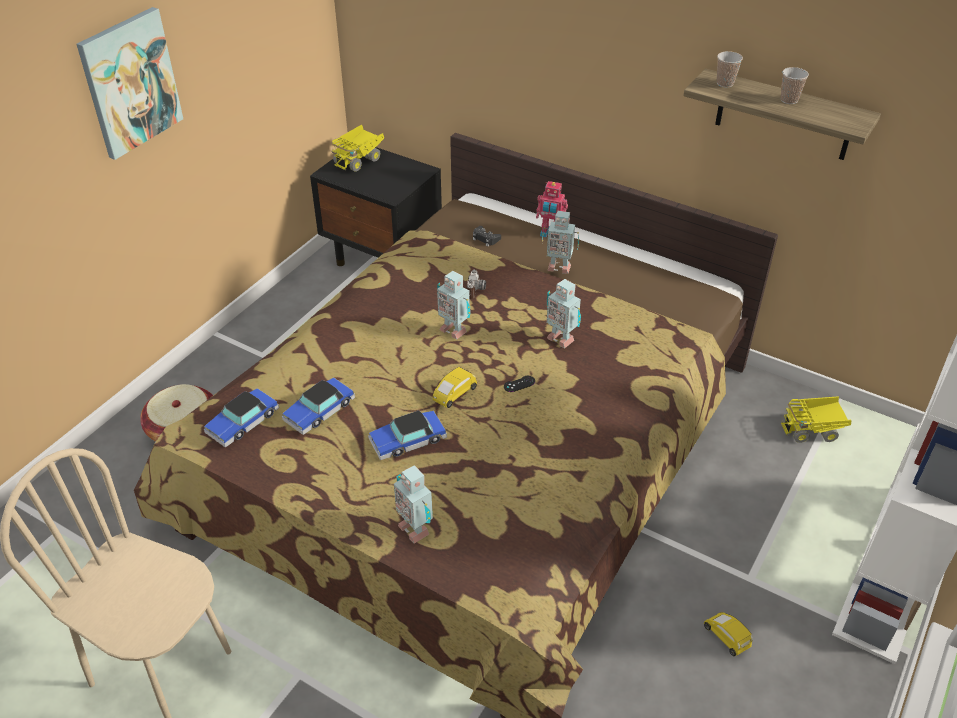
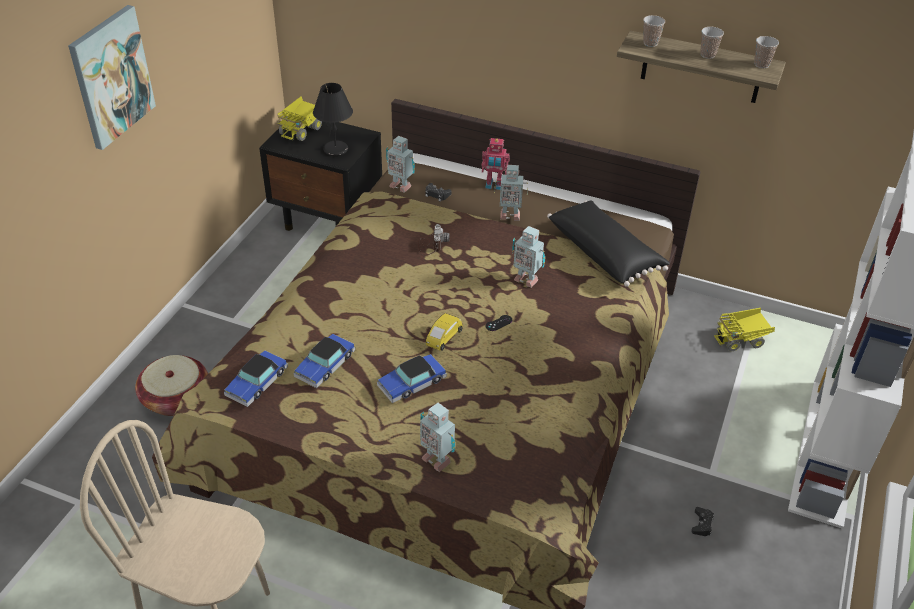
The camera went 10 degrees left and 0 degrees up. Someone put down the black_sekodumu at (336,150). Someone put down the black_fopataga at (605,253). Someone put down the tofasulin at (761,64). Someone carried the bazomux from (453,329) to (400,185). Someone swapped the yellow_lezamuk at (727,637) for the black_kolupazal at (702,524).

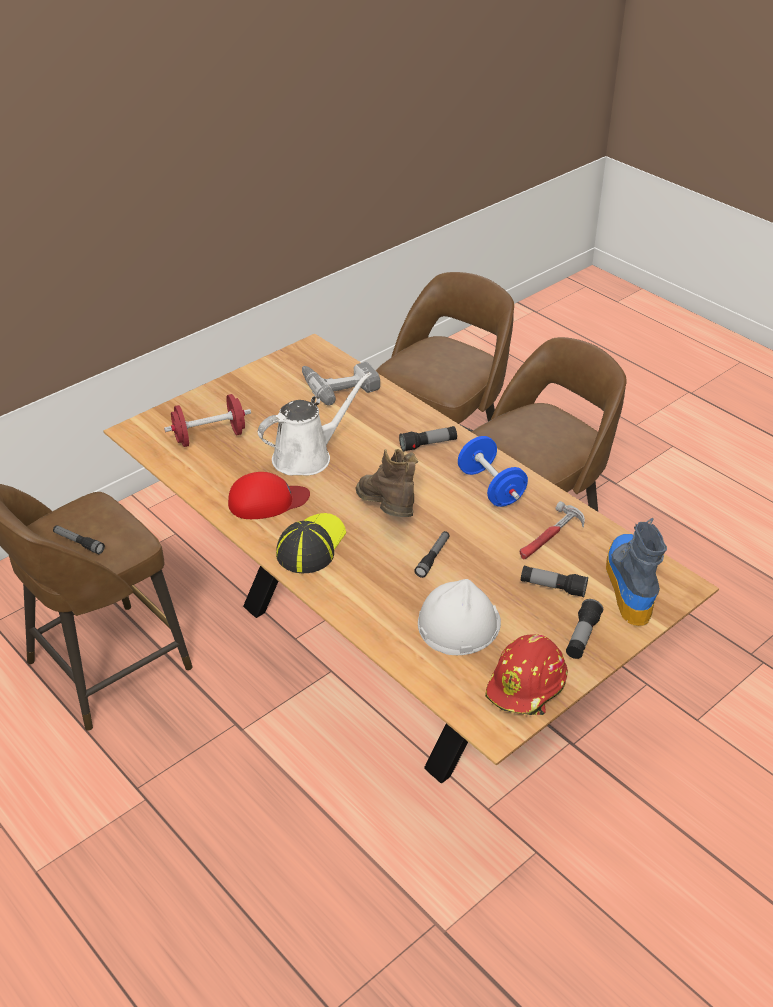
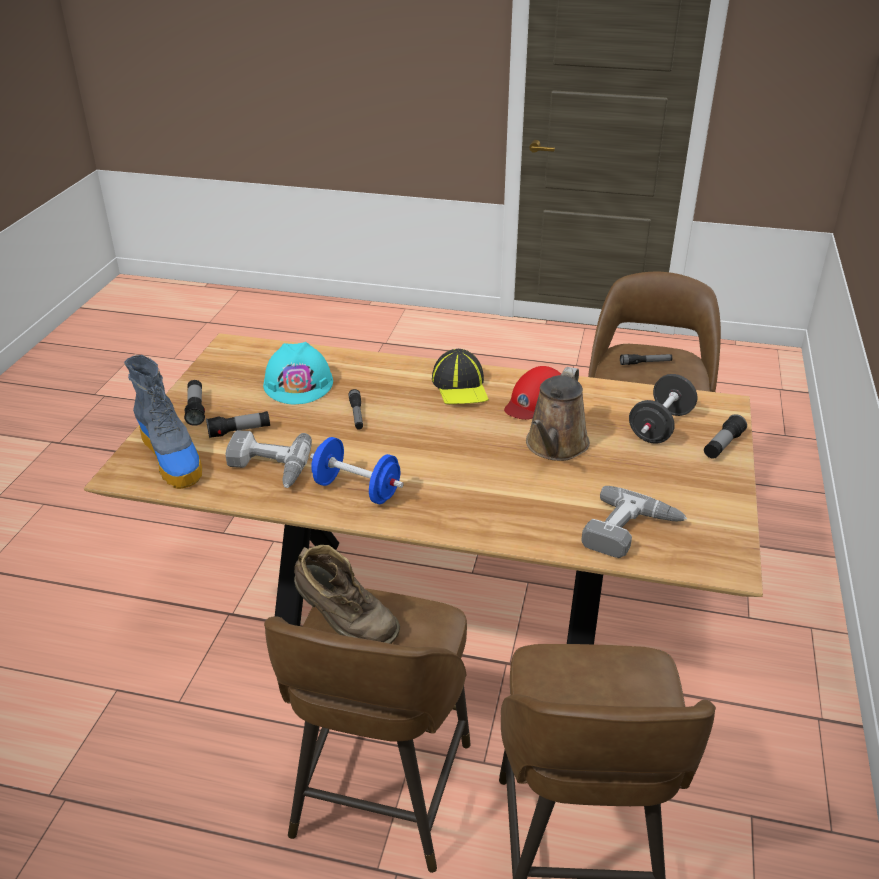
The camera went 145 degrees right and 5 degrees down. Someone took away the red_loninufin at (527,686). Someone carried the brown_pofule from (388,513) to (345,624). Someone carried the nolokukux from (428,445) to (722,445). Someone swapped the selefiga at (549,537) for the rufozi at (267,468). Someone repainted the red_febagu at (210,437), which became the black_febagu at (660,427). Someone repainted the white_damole at (307,456), which became the brown_damole at (555,446). Someone repainted the white_loninufin at (458,623), which became the turquoise_loninufin at (298,383).

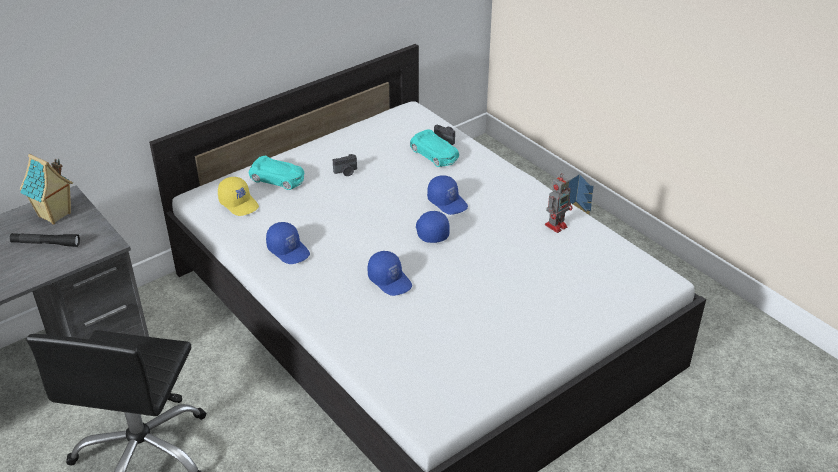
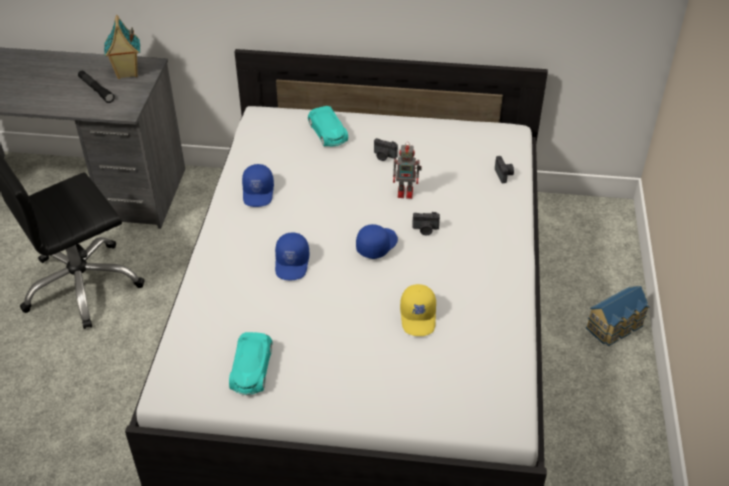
The camera went 45 degrees right and 5 degrees up. Someone carried the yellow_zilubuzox from (239,203) to (419,317). Someone carried the turquoise_lezamuk from (434,155) to (251,369). Someone carried the bazomux from (556,225) to (406,192). Someone swapped the blue_zilubuzox at (448,202) for the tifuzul at (425,229).

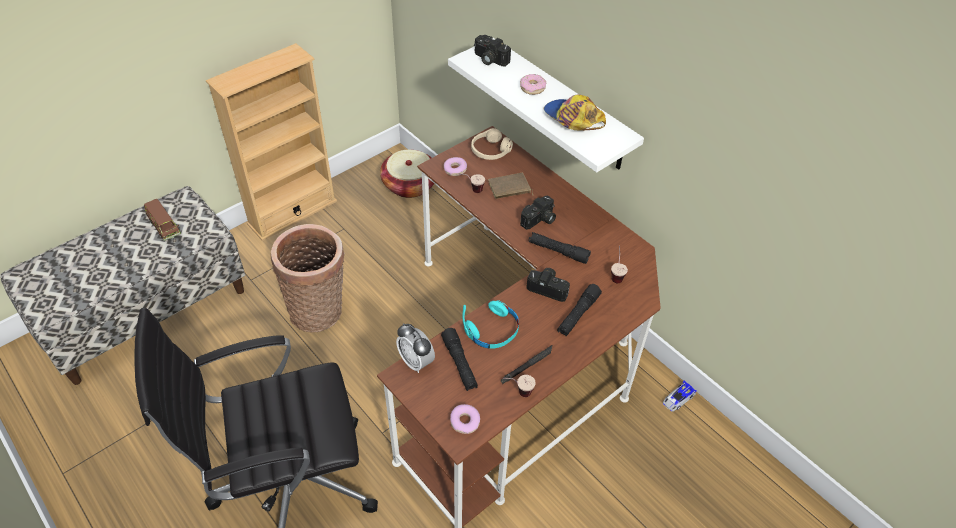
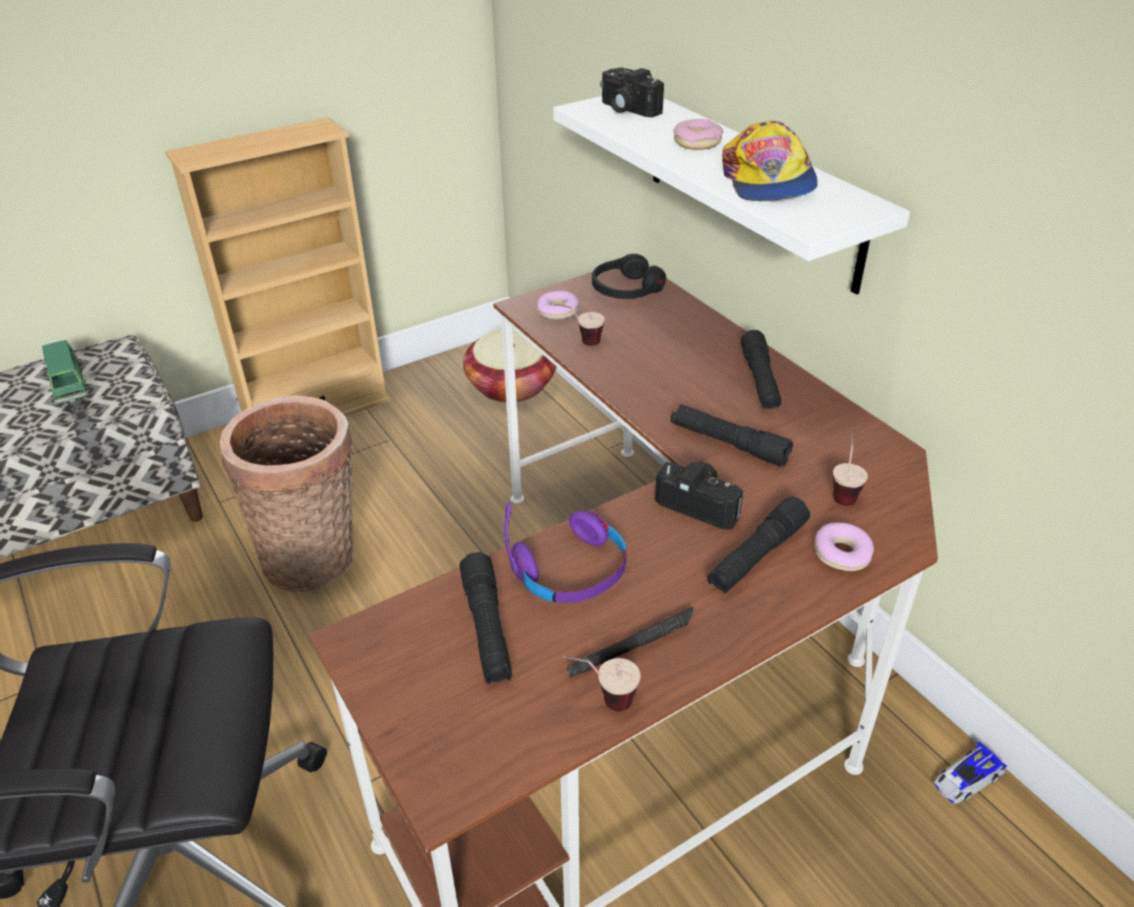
The camera went 10 degrees right and 10 degrees down. Someone took away the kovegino at (416,361). Someone took away the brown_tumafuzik at (509,189). Someone took away the tifuzul at (539,220). Someone put down the black_nolokukux at (760,380). Someone carried the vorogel from (465,422) to (841,554). Someone repainted the brown_lezamuk at (164,227), which became the green_lezamuk at (69,386). Someone repainted the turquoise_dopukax at (493,330), which became the purple_dopukax at (572,571). Someone repainted the beige_dopukax at (490,150), which became the black_dopukax at (626,289). Someone rotated the zilubuzox at (572,118) by 150 degrees counterclockwise.

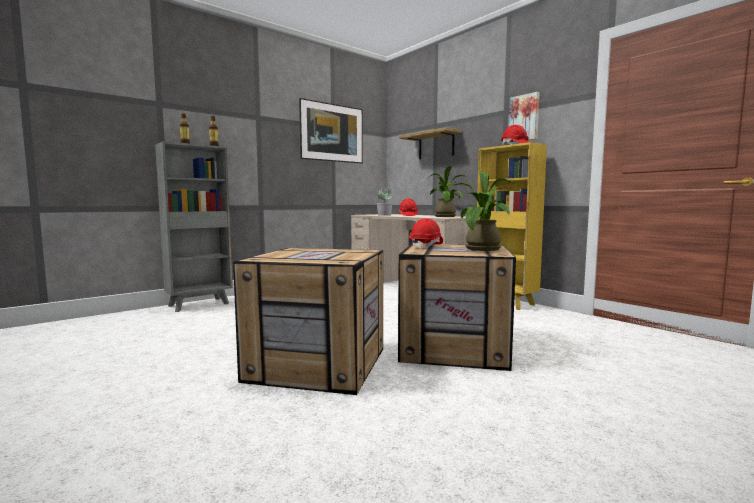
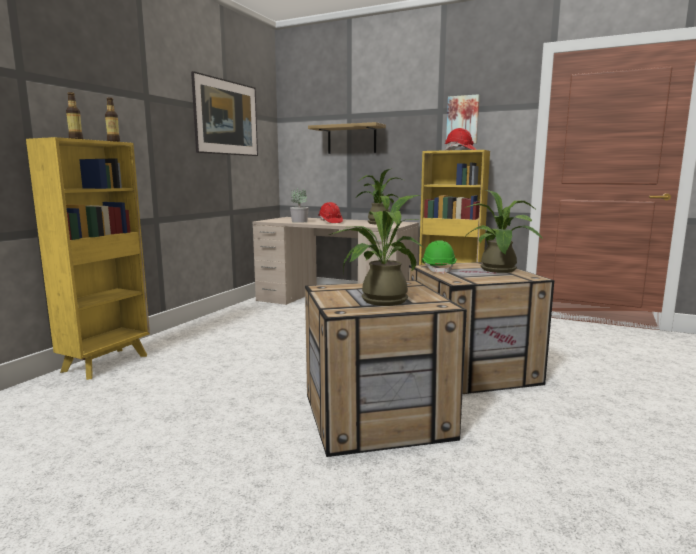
The camera went 25 degrees left and 5 degrees up. Someone put down the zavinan at (378,301). Someone repainted the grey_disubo at (200,304), which became the yellow_disubo at (107,363). Someone repainted the red_loninufin at (426,246), which became the green_loninufin at (438,269).

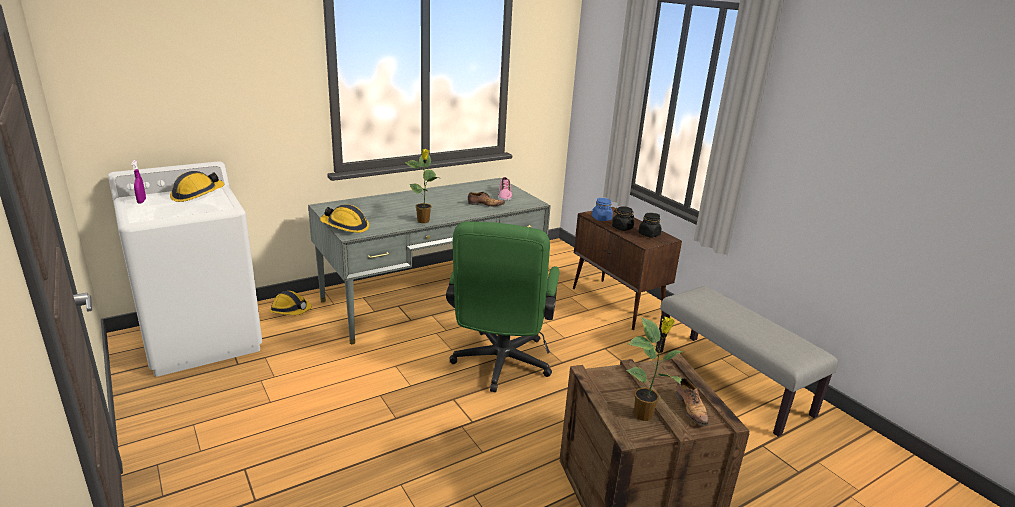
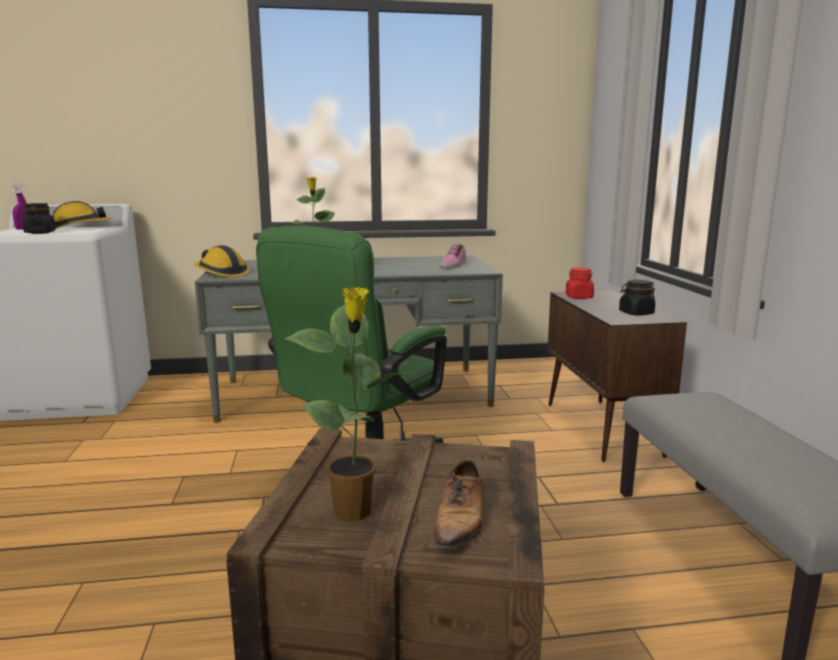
The camera went 25 degrees right and 10 degrees down. Someone took away the loninufin at (291,311). Someone took away the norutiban at (485,205). Someone carried the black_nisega from (622,228) to (40,233). Someone repainted the blue_nisega at (601,218), which became the red_nisega at (579,297).

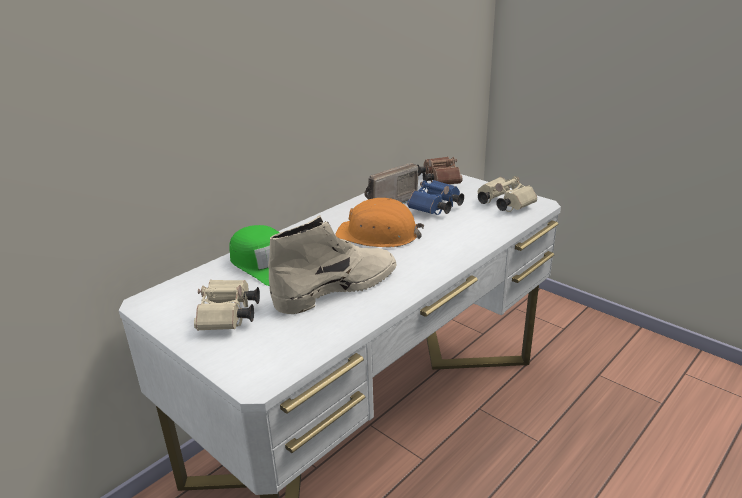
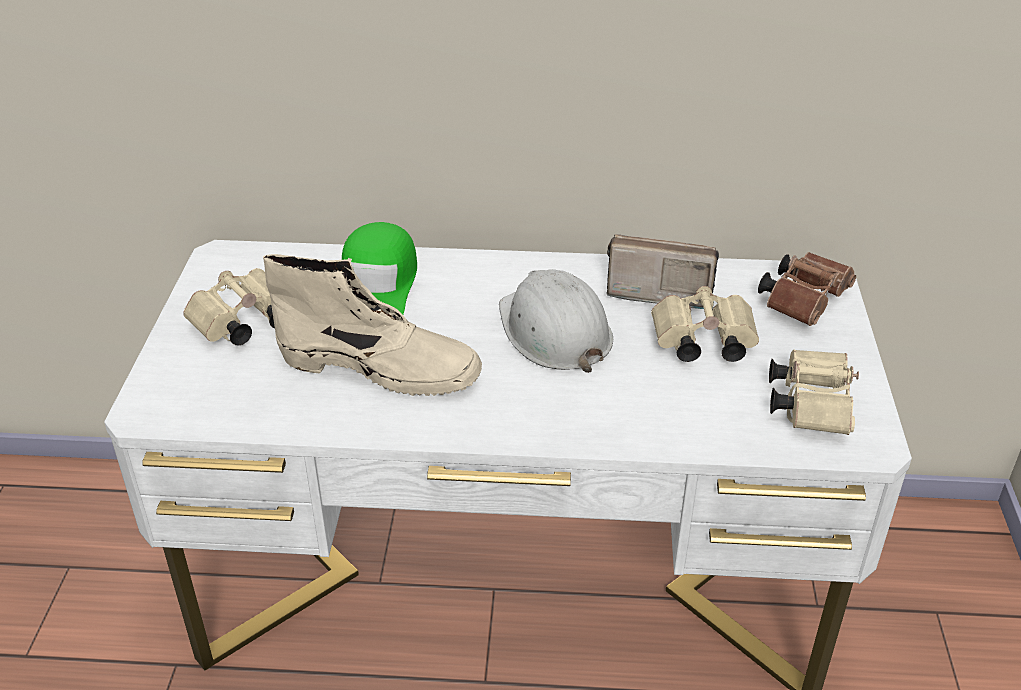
The camera went 50 degrees right and 10 degrees up. Someone repainted the orange_loninufin at (378,234), which became the white_loninufin at (554,331). Someone repainted the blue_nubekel at (435,209), which became the beige_nubekel at (700,343).

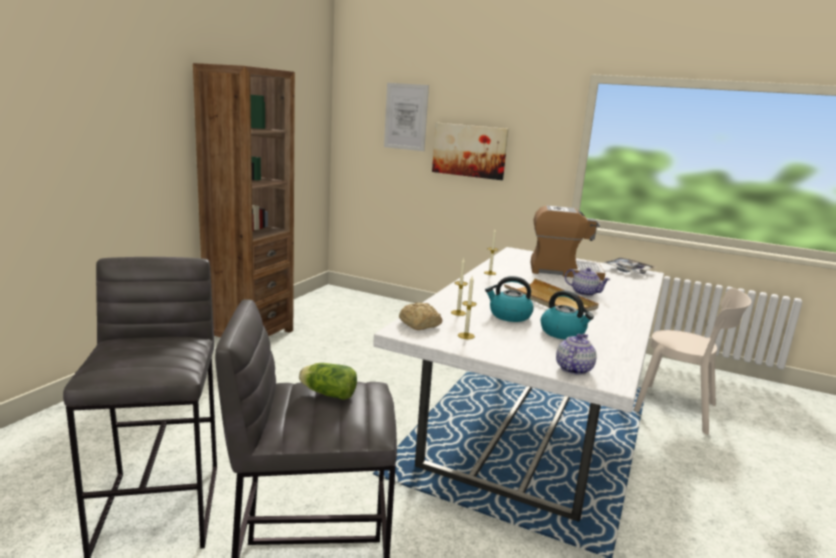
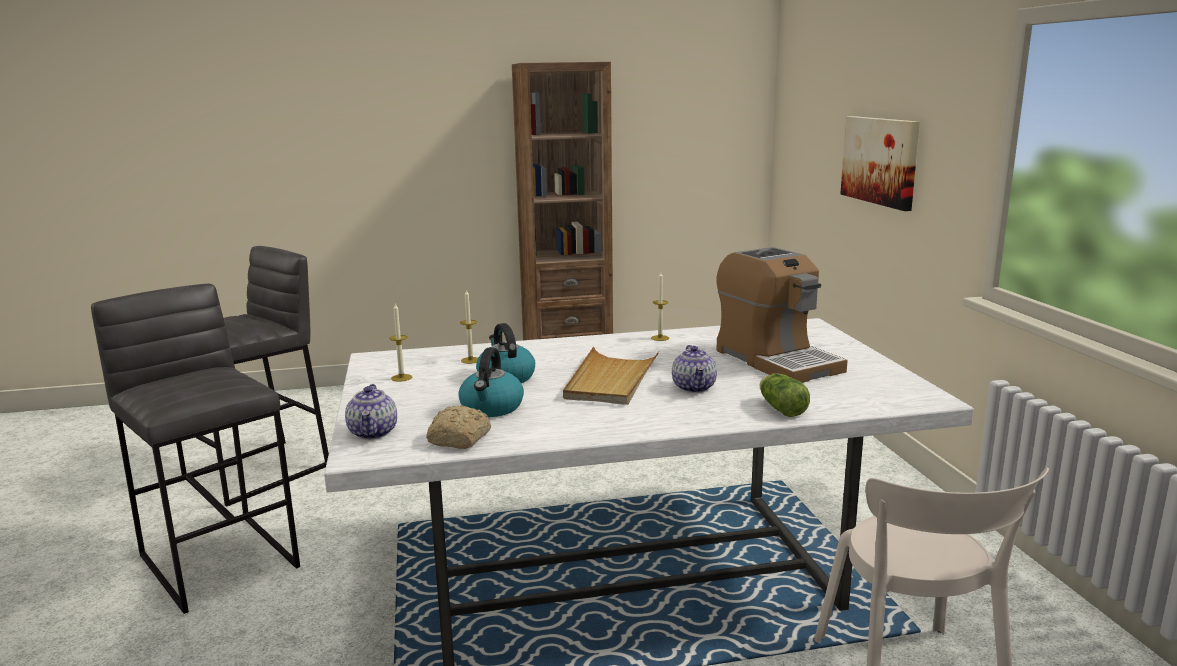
The camera went 55 degrees right and 0 degrees up. Someone took away the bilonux at (406,117). Someone took away the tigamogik at (628,270). Someone carried the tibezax from (326,393) to (780,408). Someone carried the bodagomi from (419,324) to (458,440). Someone rotated the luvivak at (573,369) by 90 degrees clockwise.

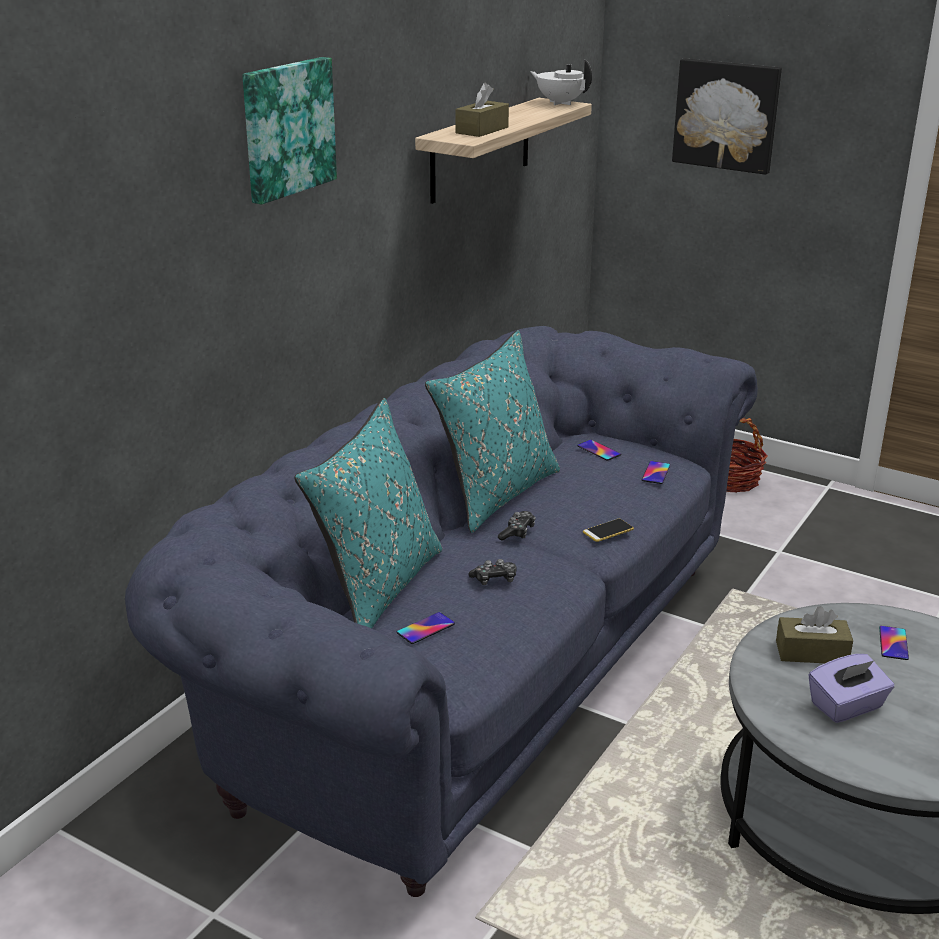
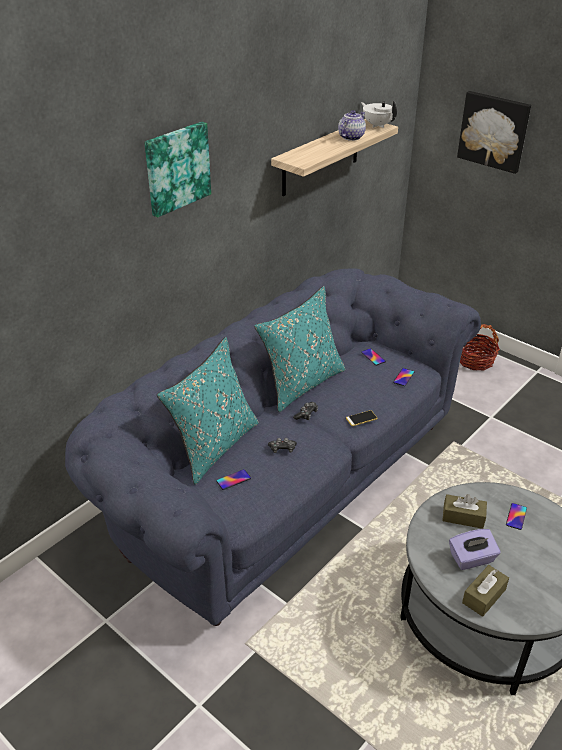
The camera went 10 degrees right and 10 degrees up. Someone put down the luvivak at (351,137). Someone carried the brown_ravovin from (482,130) to (484,596).

